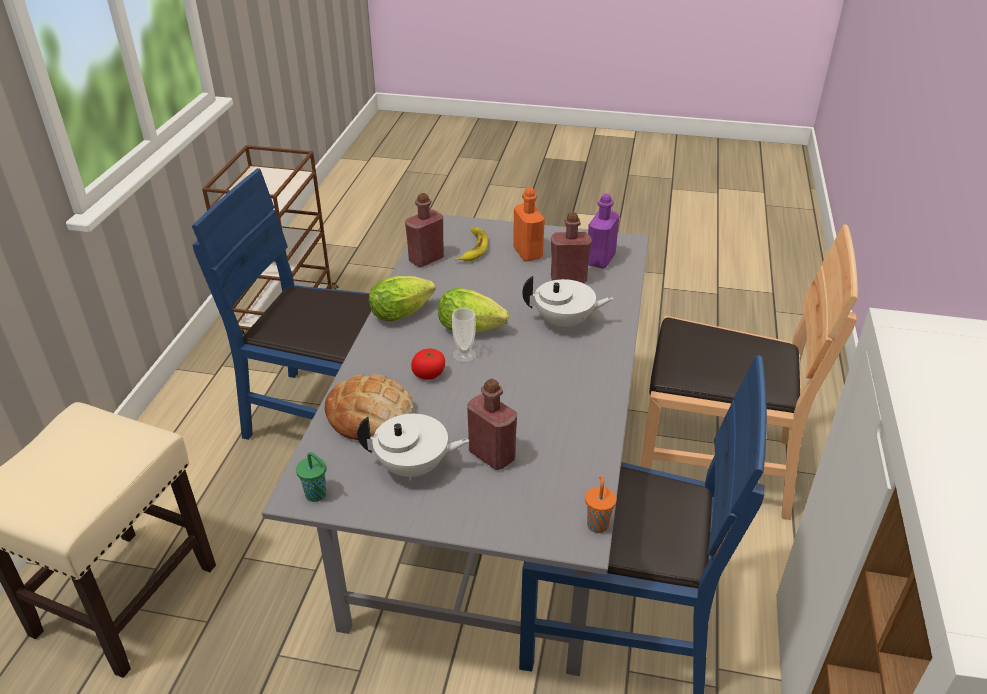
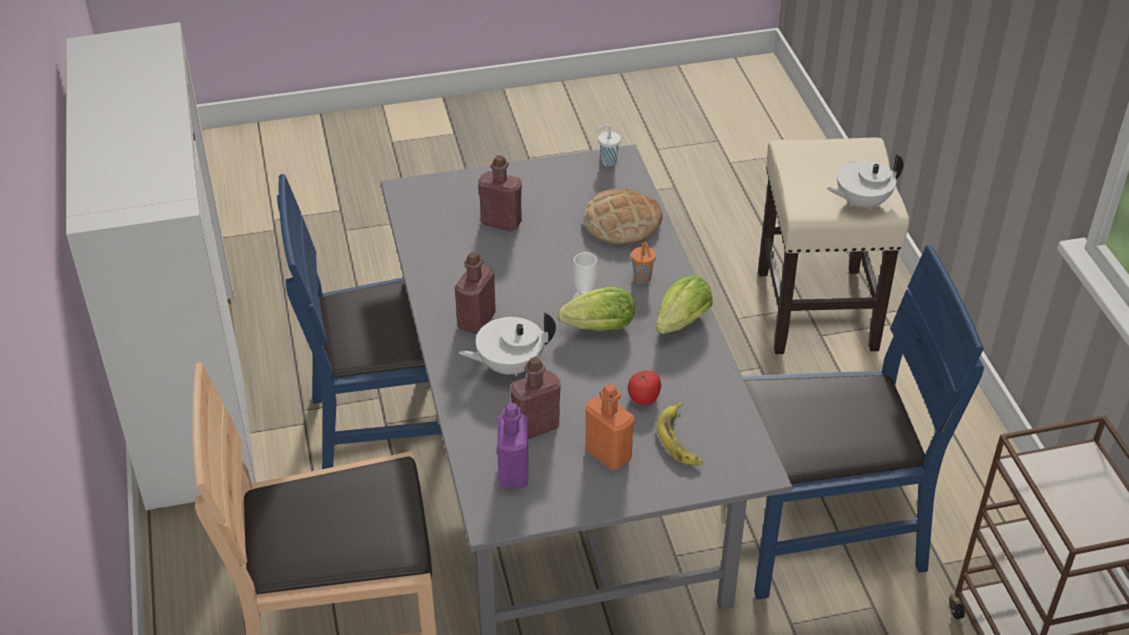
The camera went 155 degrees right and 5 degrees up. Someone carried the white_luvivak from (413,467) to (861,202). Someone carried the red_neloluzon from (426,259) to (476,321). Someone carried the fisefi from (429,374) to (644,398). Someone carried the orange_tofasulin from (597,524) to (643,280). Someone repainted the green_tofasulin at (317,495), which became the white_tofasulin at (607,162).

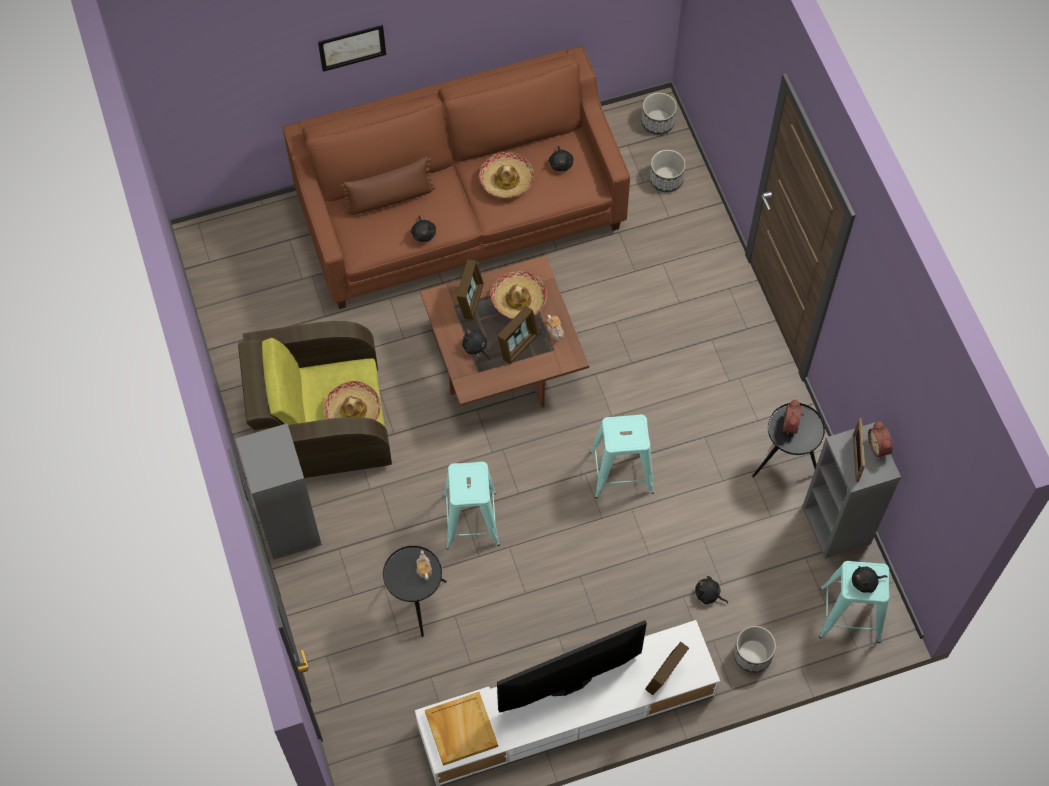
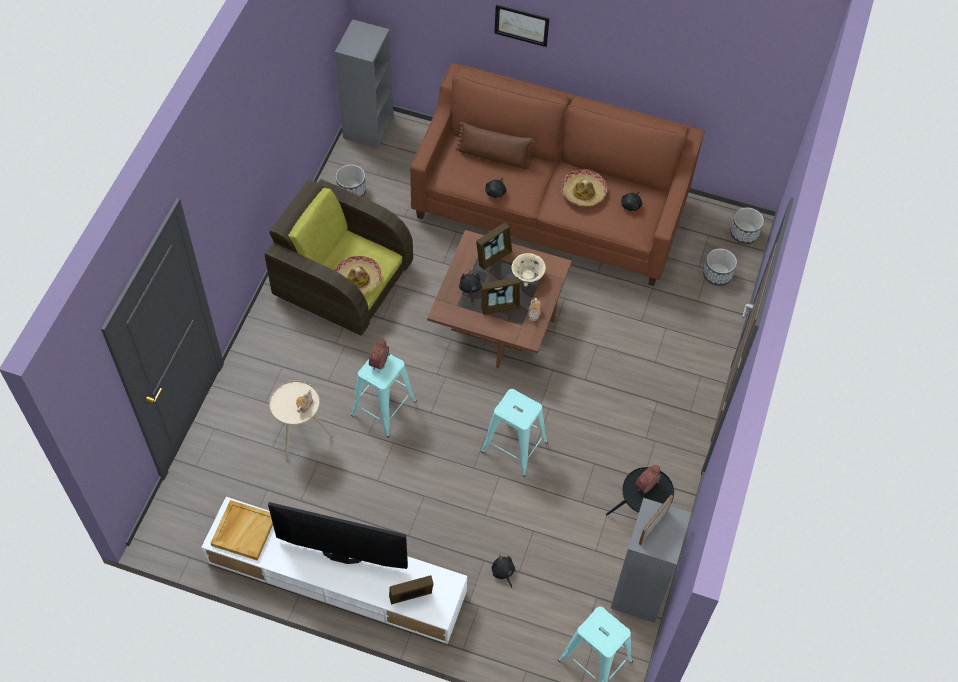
The camera went 35 degrees right and 5 degrees down. Someone took away the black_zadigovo at (865,582). Someone carried the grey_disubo from (288,526) to (368,126). Someone carried the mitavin from (752,654) to (351,190). Someone carried the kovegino from (879,447) to (380,362). Someone swapped the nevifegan at (518,299) for the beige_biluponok at (527,277). Someone repainted the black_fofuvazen at (416,603), which became the beige_fofuvazen at (300,436).

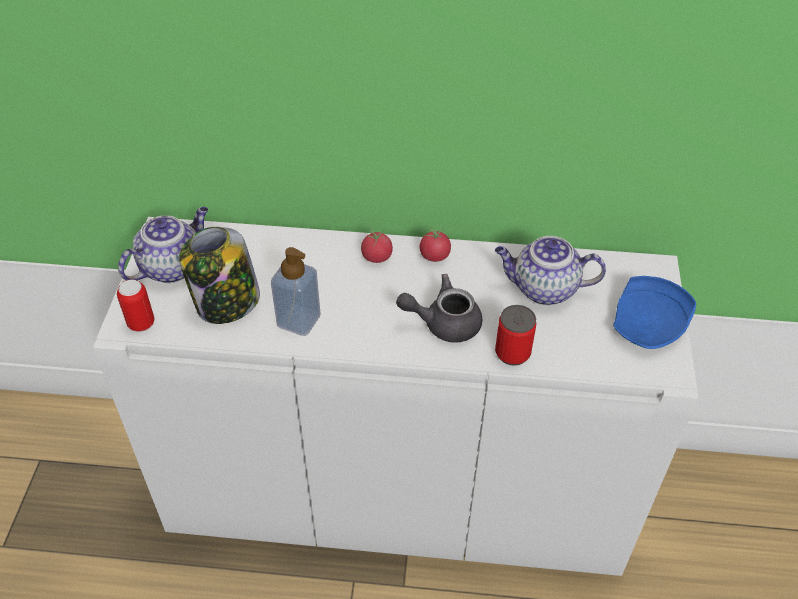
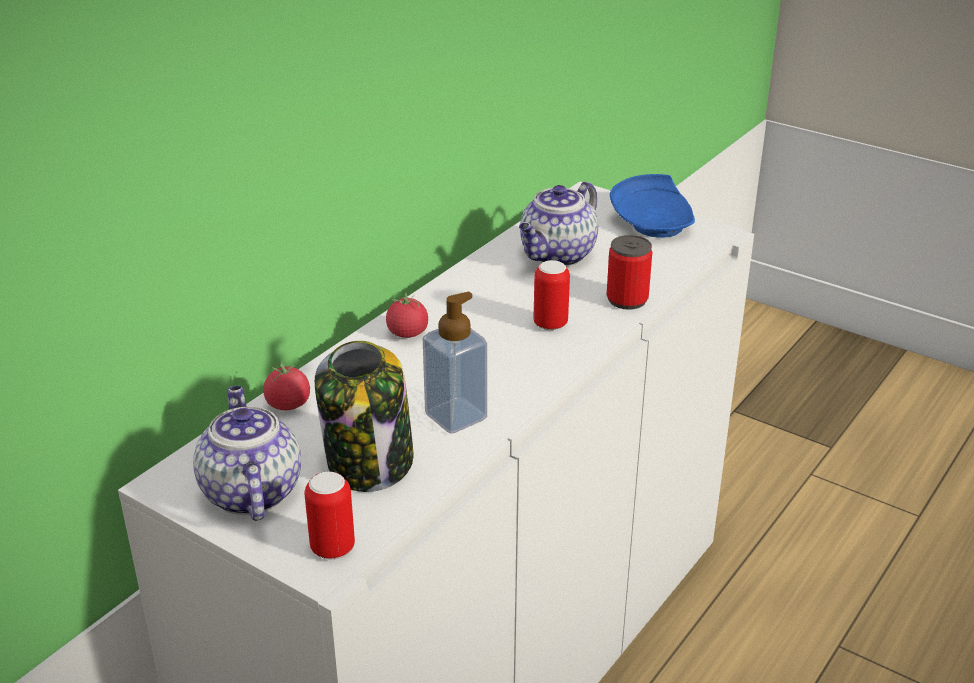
The camera went 60 degrees left and 15 degrees down. Someone carried the fisefi from (434,256) to (288,405). Someone swapped the grey_luvivak at (443,323) for the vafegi at (550,324).

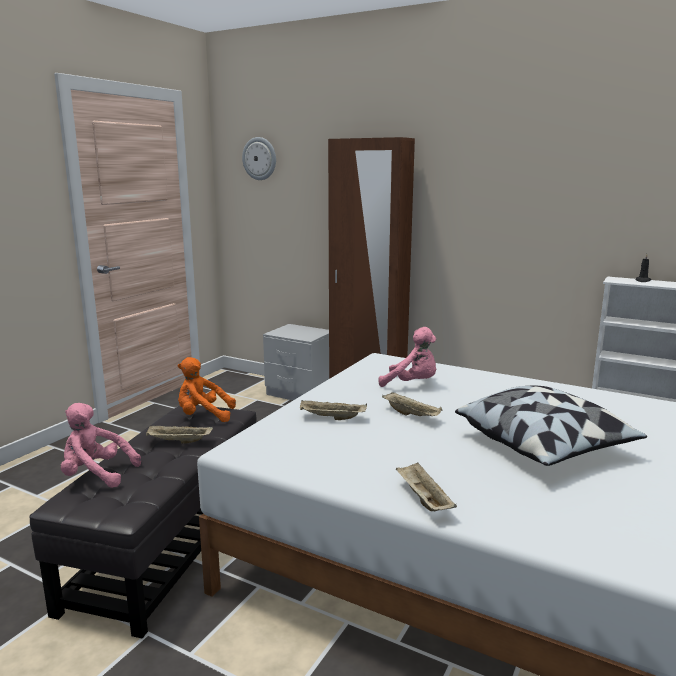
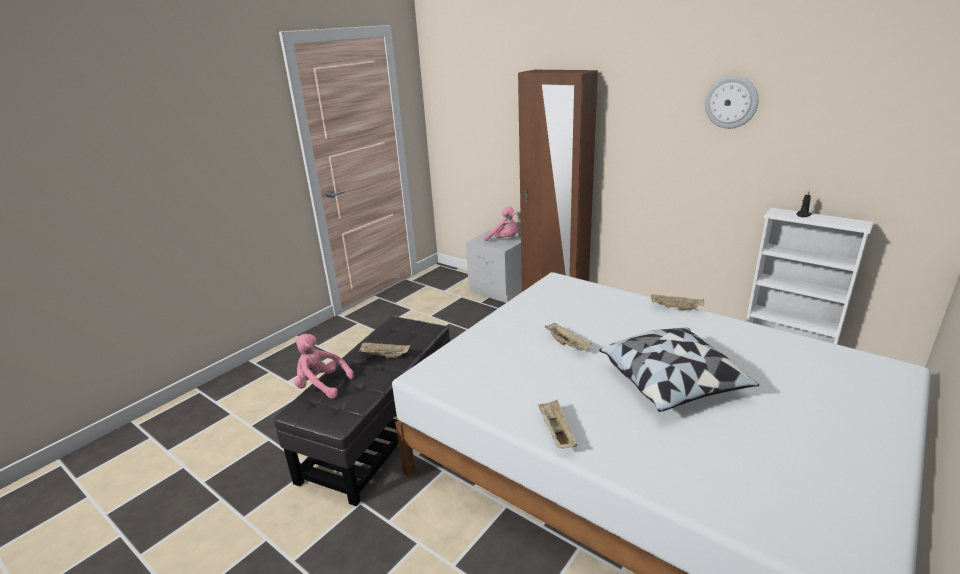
The camera went 10 degrees right and 10 degrees up. Someone took away the orange_zadigovo at (203,416). Someone carried the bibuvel from (259,158) to (731,102). Someone carried the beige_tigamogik from (331,418) to (675,308). Someone carried the pink_zadigovo from (412,384) to (504,239).

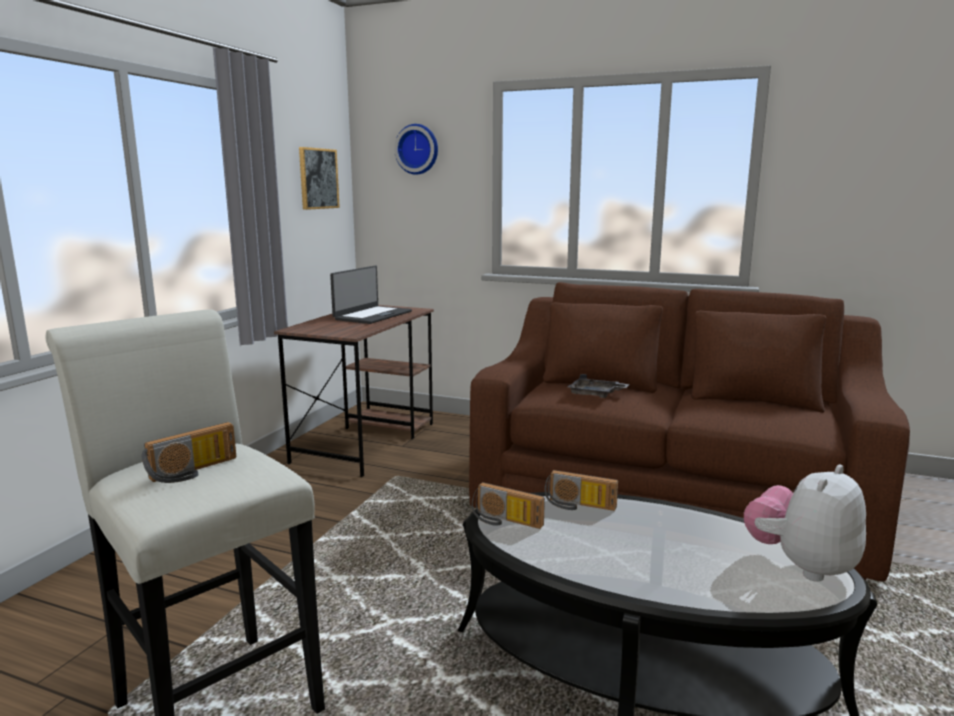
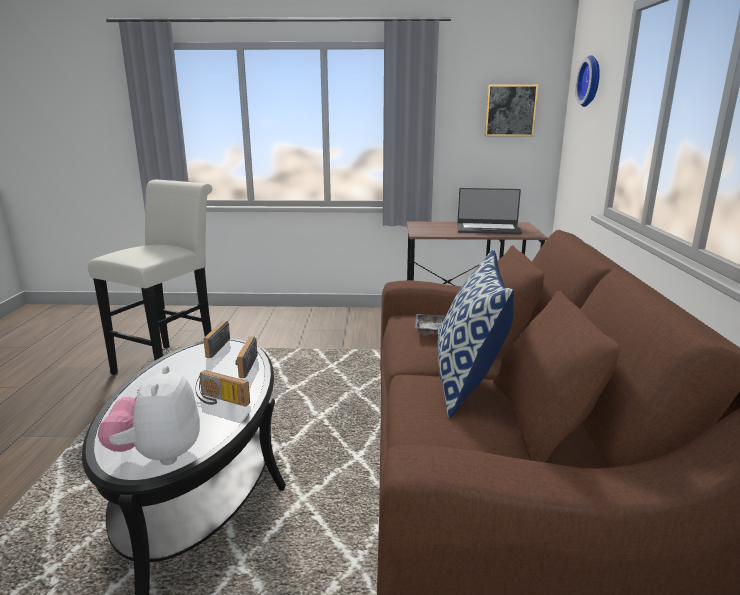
The camera went 70 degrees right and 5 degrees up. Someone put down the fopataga at (468,384). Someone carried the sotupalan from (194,471) to (220,401). Someone rotated the zadigovo at (801,566) by 120 degrees counterclockwise.

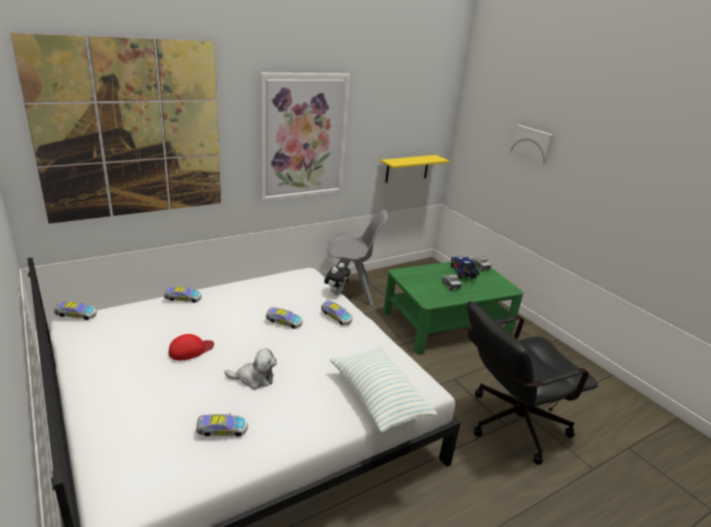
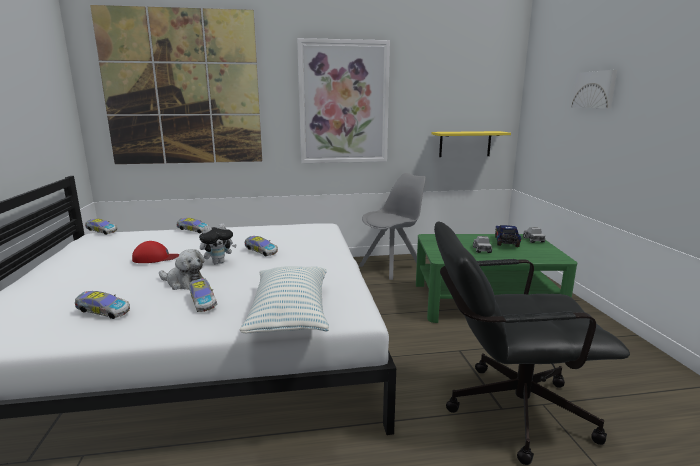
The camera went 25 degrees right and 10 degrees down. Someone carried the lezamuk from (335,317) to (203,302). Someone carried the zadigovo from (336,292) to (218,262). Someone rotated the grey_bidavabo at (350,293) by 60 degrees counterclockwise.

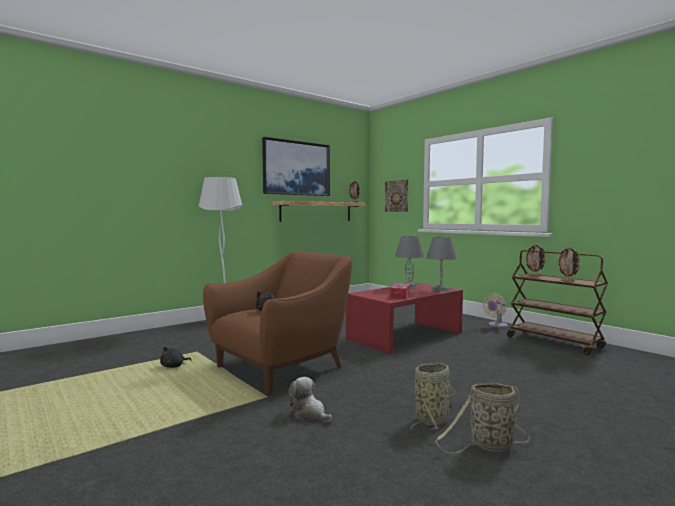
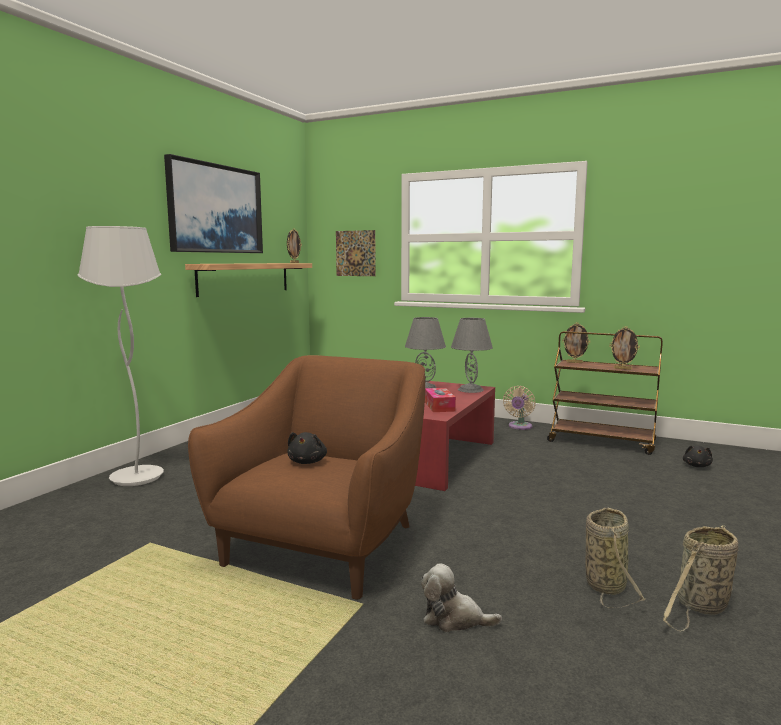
The camera went 25 degrees left and 5 degrees up. Someone carried the black_zadigovo from (174,366) to (697,466).

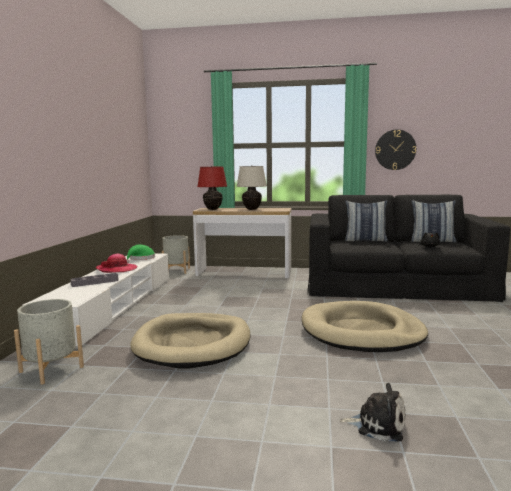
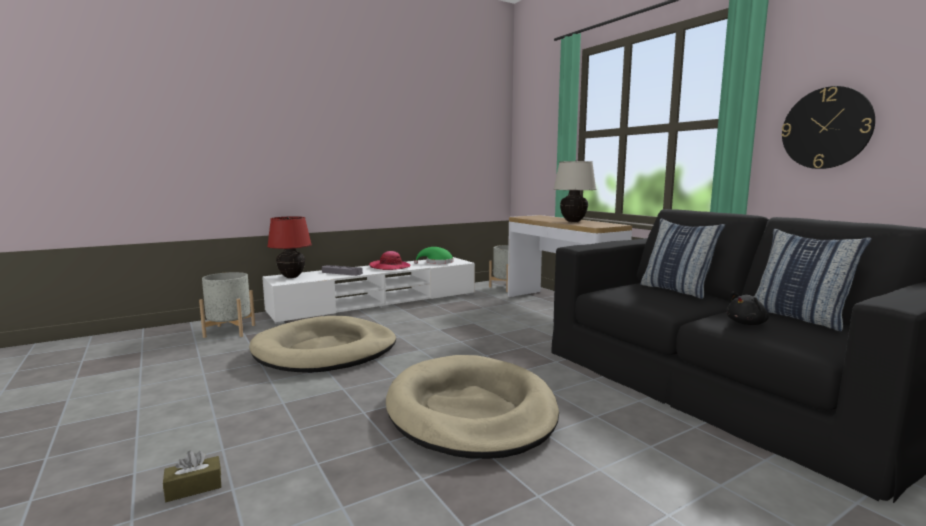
The camera went 50 degrees right and 0 degrees up. Someone carried the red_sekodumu from (213,209) to (291,277). Someone swapped the zadigovo at (377,425) for the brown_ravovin at (194,487).

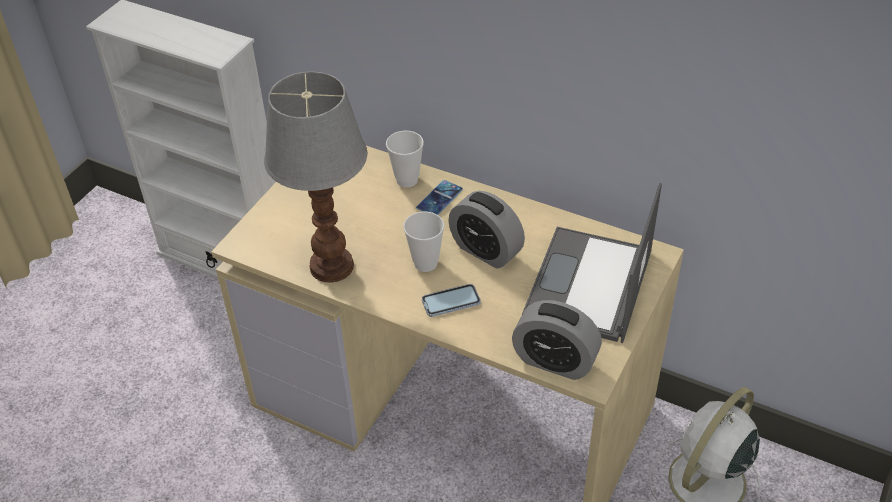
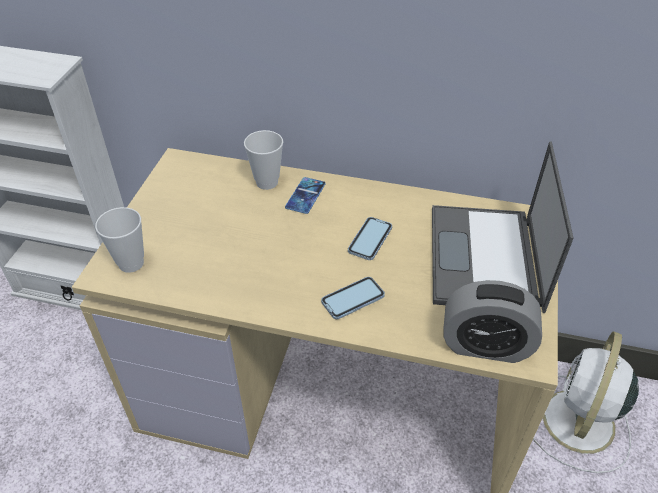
The camera went 15 degrees left and 0 degrees up. Someone took away the sekodumu at (333,267). Someone carried the tofasulin from (425,263) to (131,263). Someone swapped the kovegino at (486,250) for the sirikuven at (370,239).

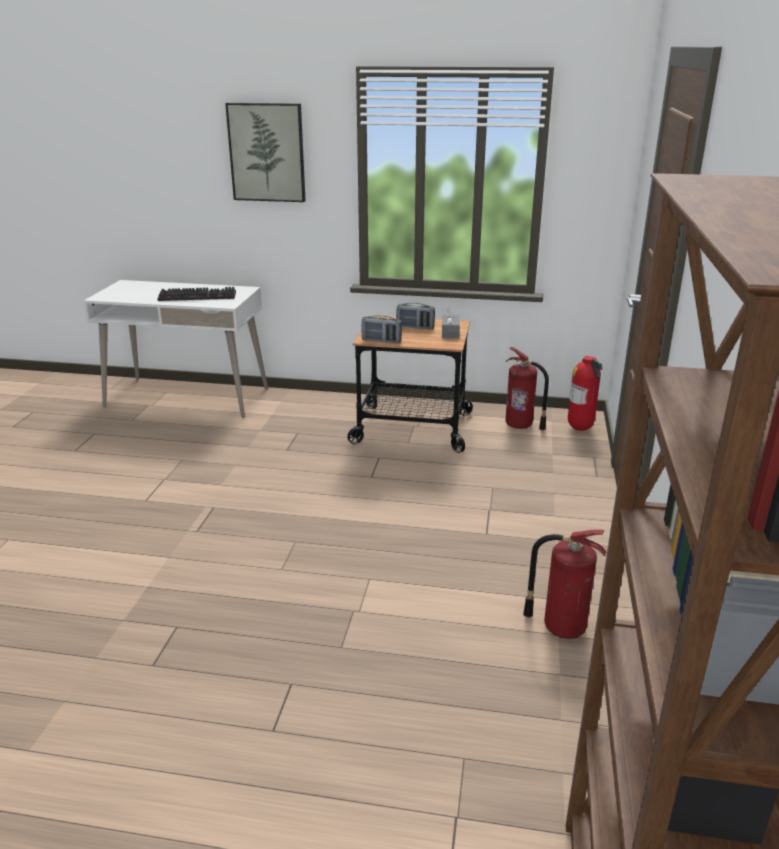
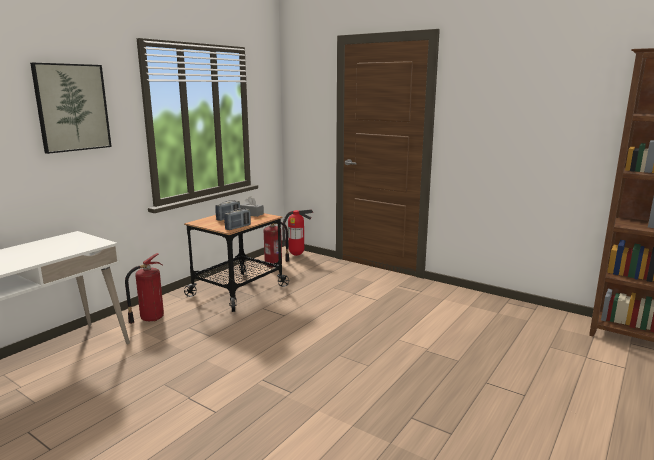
The camera went 65 degrees left and 10 degrees down. Someone took away the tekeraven at (199,296). Someone carried the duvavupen from (561,626) to (150,318).

